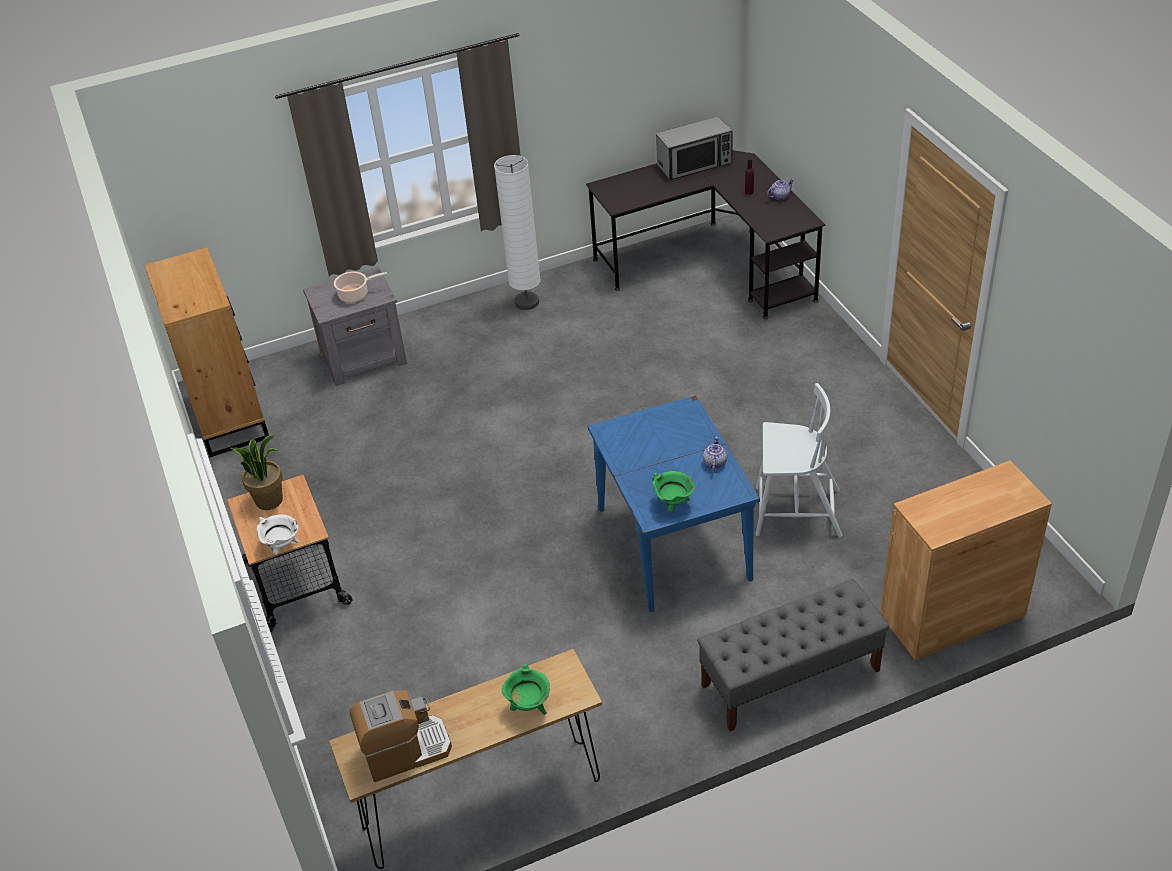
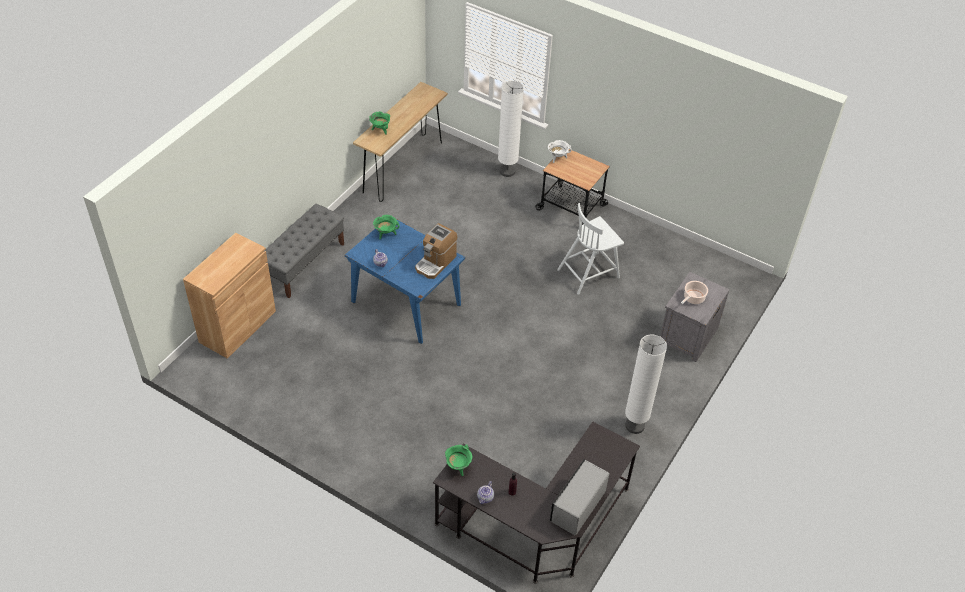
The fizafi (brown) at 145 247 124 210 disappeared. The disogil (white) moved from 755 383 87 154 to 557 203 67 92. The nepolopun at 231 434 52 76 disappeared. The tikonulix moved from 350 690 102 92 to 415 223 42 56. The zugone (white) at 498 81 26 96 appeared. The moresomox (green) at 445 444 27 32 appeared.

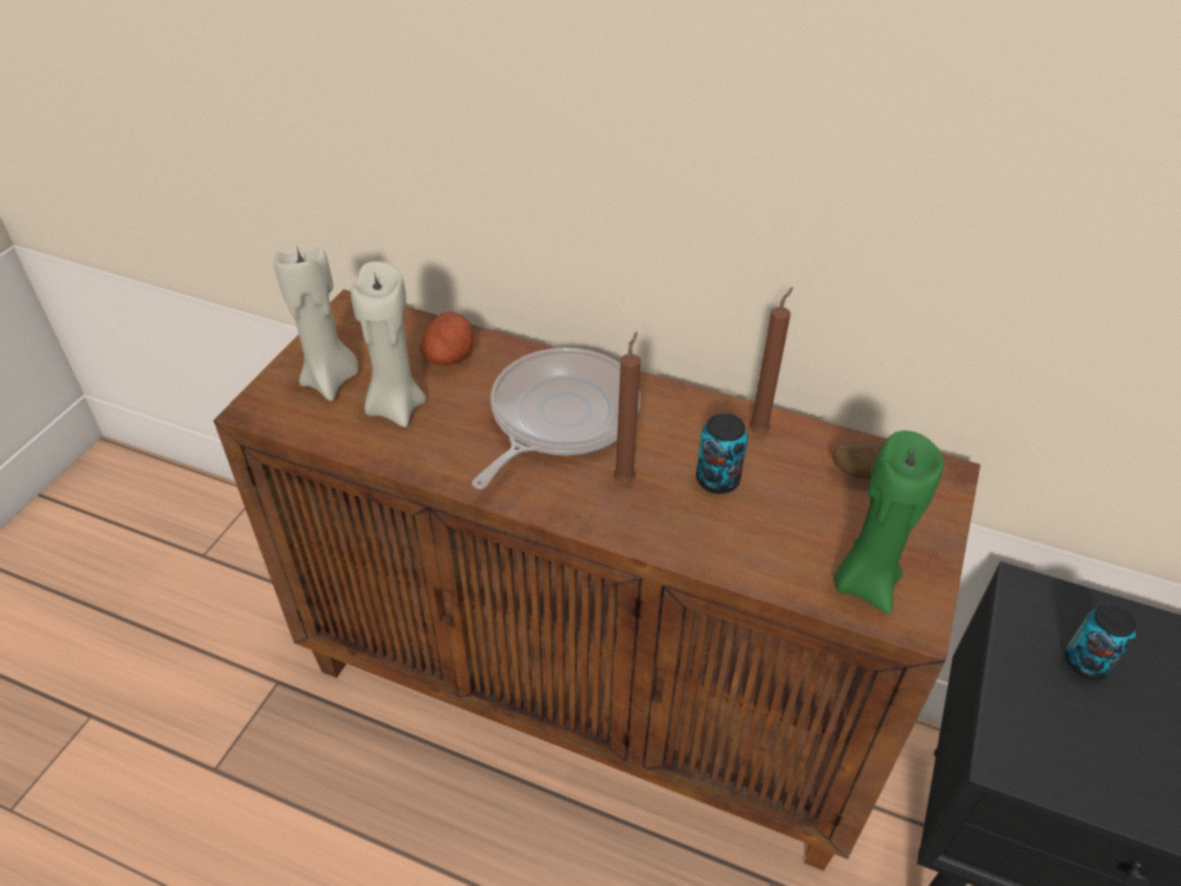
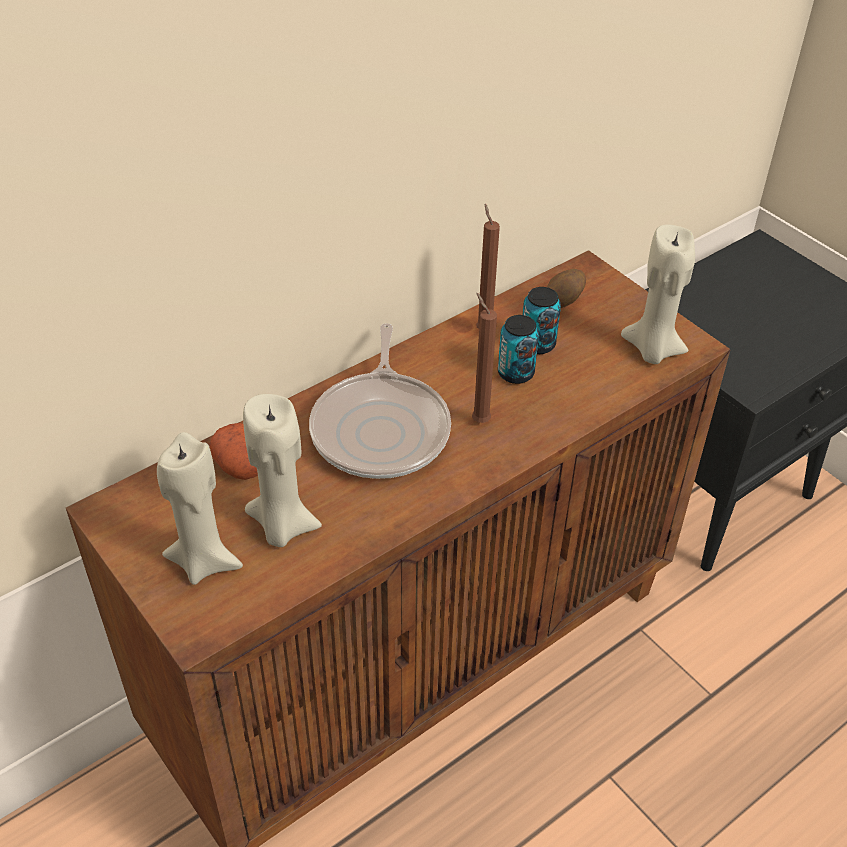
The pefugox at 472 348 168 141 turned 150 degrees counterclockwise. The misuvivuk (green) at 833 431 111 183 became the misuvivuk (beige) at 621 225 74 139. The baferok moved from 1065 604 71 76 to 523 287 38 67.

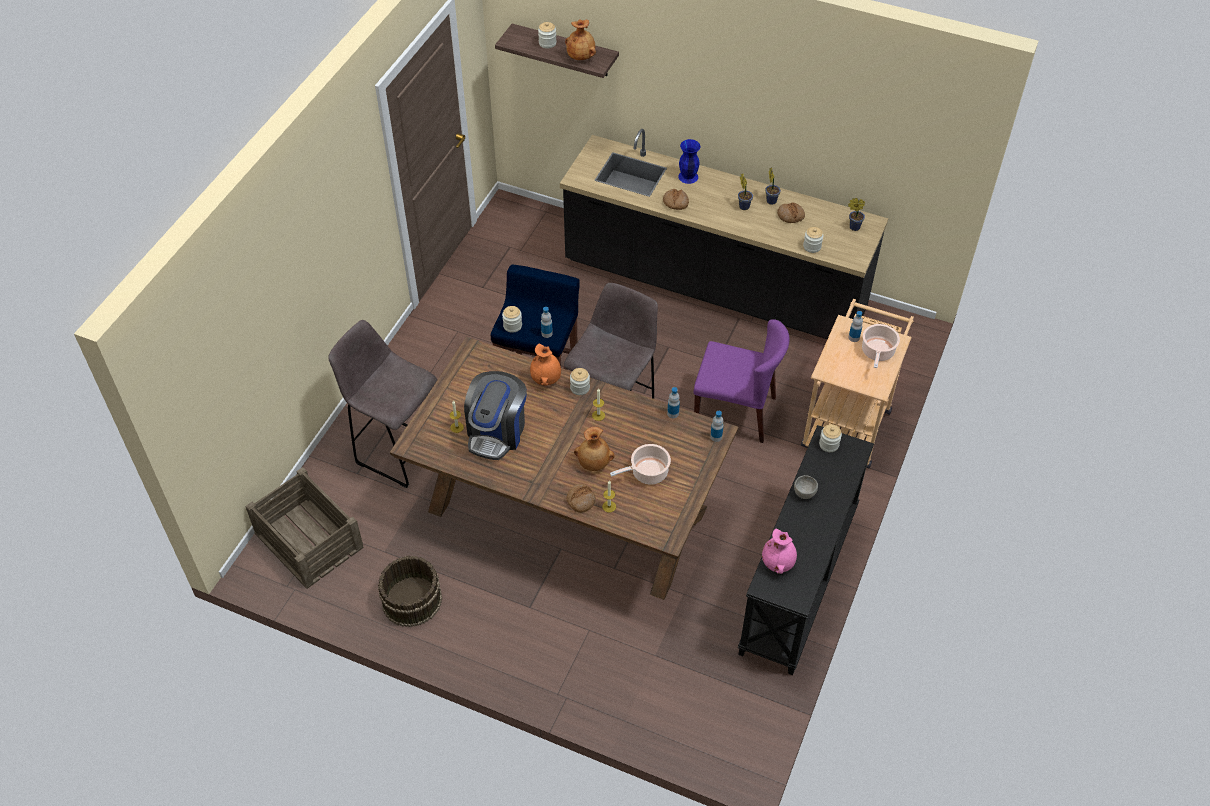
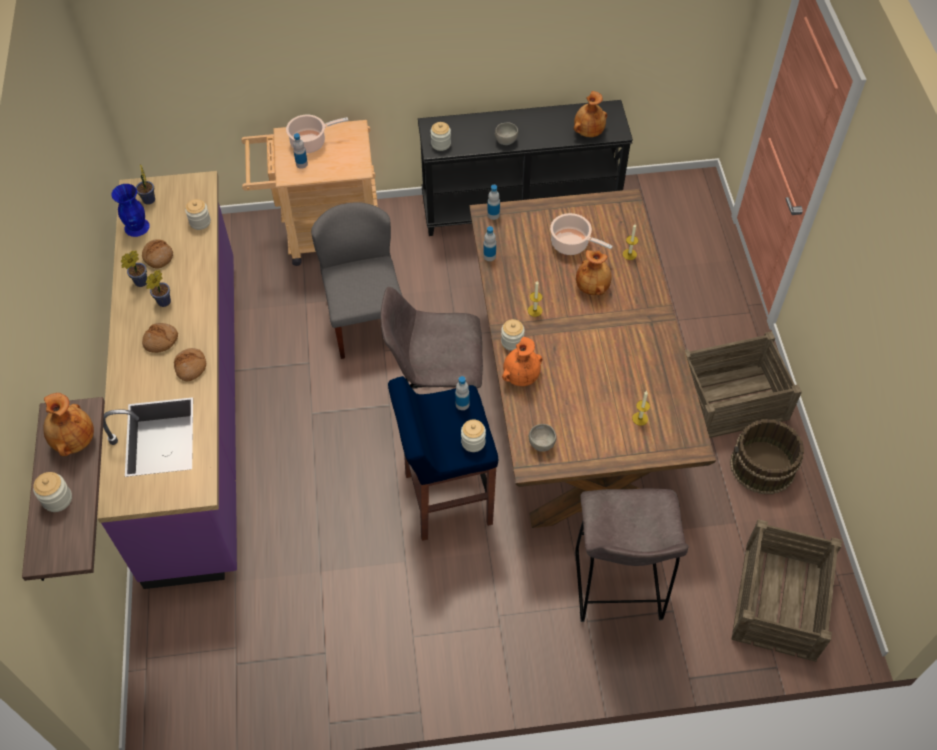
The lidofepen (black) at 560 129 329 210 became the lidofepen (purple) at 97 171 140 418. The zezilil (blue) moved from 678 139 22 45 to 111 184 39 53. The disogil (purple) at 693 319 96 124 became the disogil (grey) at 311 202 92 157. The tikonulix at 464 371 63 89 disappeared. The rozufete moved from 567 484 29 29 to 142 323 36 30. The zezilil (pink) at 762 529 35 45 became the zezilil (brown) at 574 91 33 46. The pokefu at 685 331 117 107 appeared. The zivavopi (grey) at 529 424 27 28 appeared.

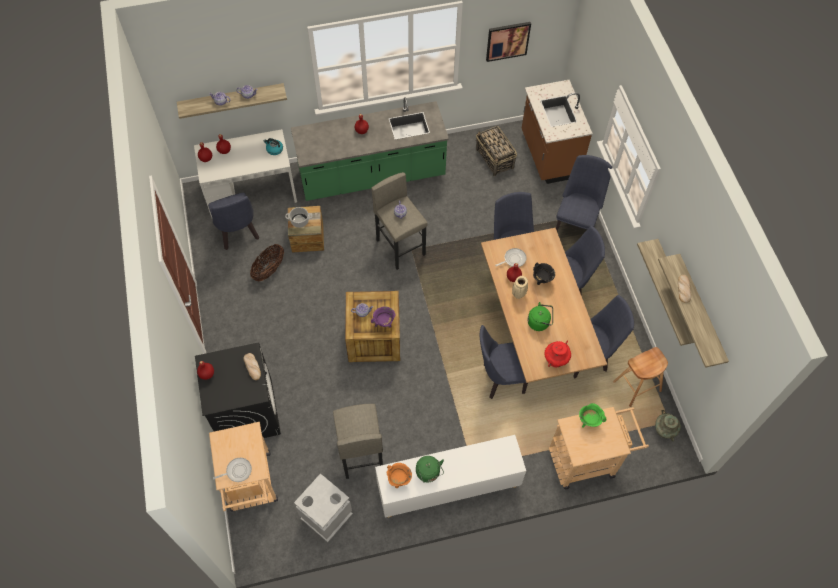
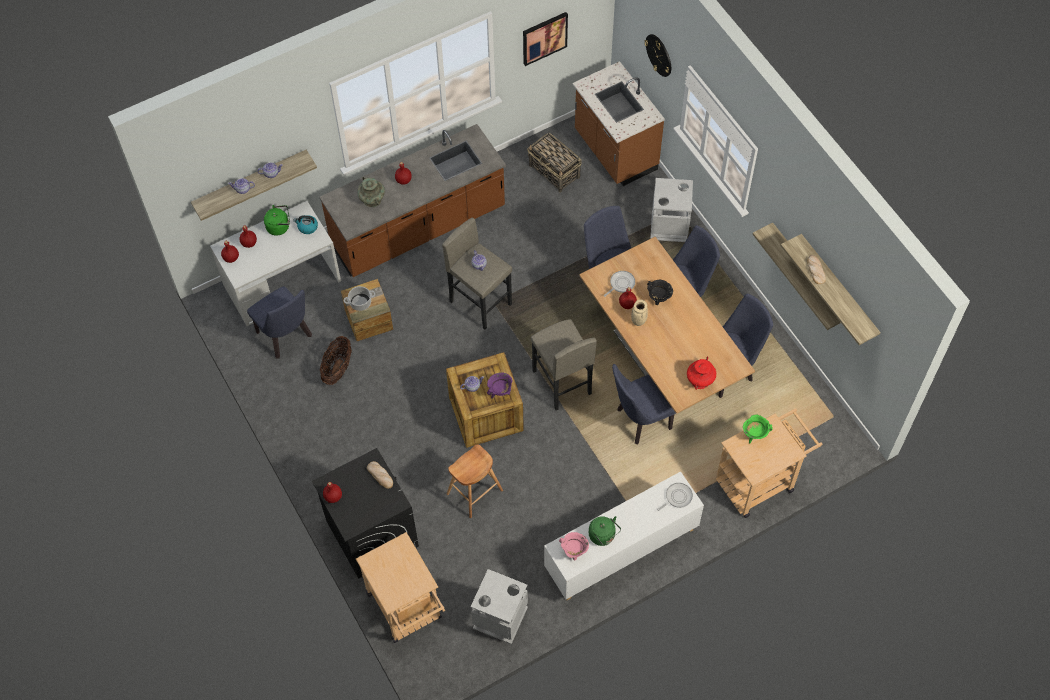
The lidofepen (green) at 291 97 158 104 became the lidofepen (brown) at 320 124 186 153. The disogil (blue) at 556 155 56 76 was replaced by the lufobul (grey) at 651 178 42 64. The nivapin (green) moved from 527 302 26 29 to 264 205 26 31. The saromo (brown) moved from 613 347 55 60 to 446 444 57 74. The saromo (grey) moved from 333 404 50 75 to 531 319 66 91. The zezilil (turquoise) moved from 655 410 26 31 to 357 177 28 30. The pefugox moved from 213 458 39 24 to 657 483 36 28. The moresomox (orange) at 387 463 25 25 became the moresomox (pink) at 559 532 30 28. The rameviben at 644 34 27 43 appeared.

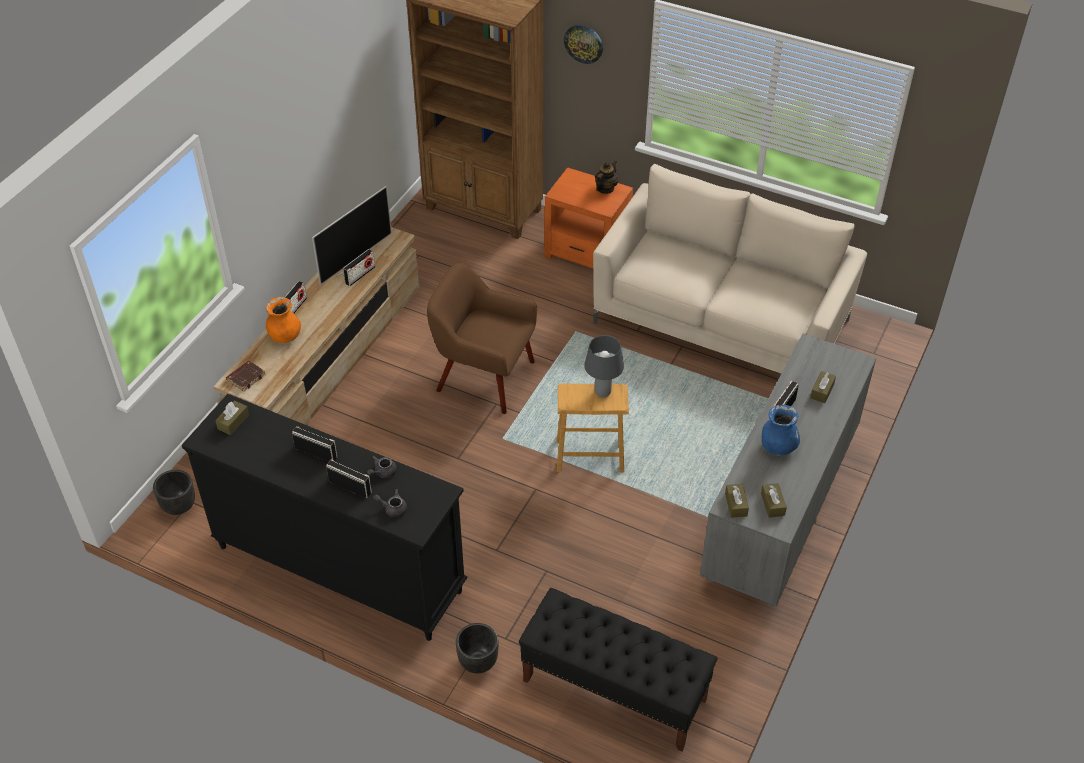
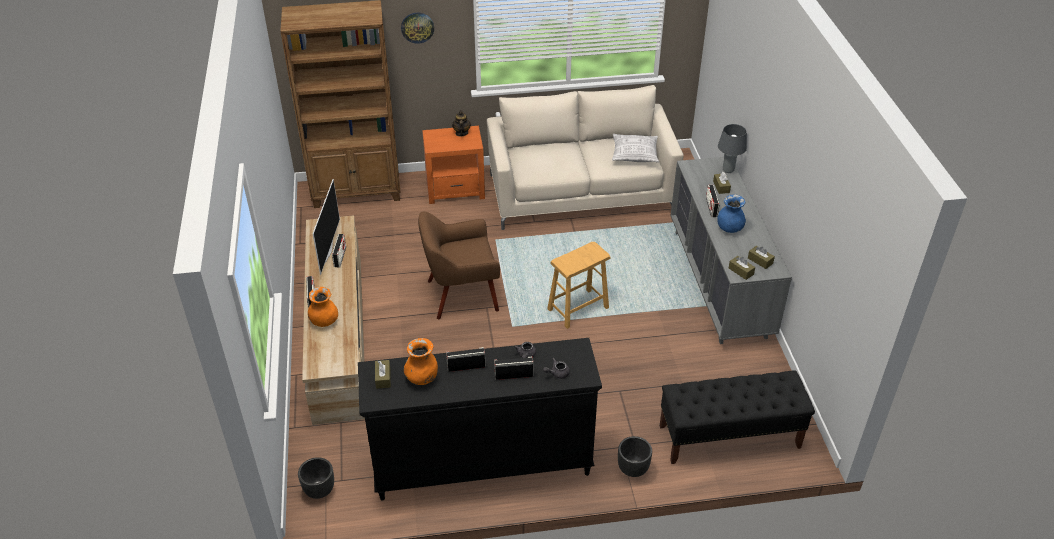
The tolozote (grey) moved from 584 335 40 63 to 718 124 29 49. The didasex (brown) at 226 361 40 31 disappeared. The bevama at 612 134 47 29 appeared. The zezilil (orange) at 404 338 34 47 appeared.

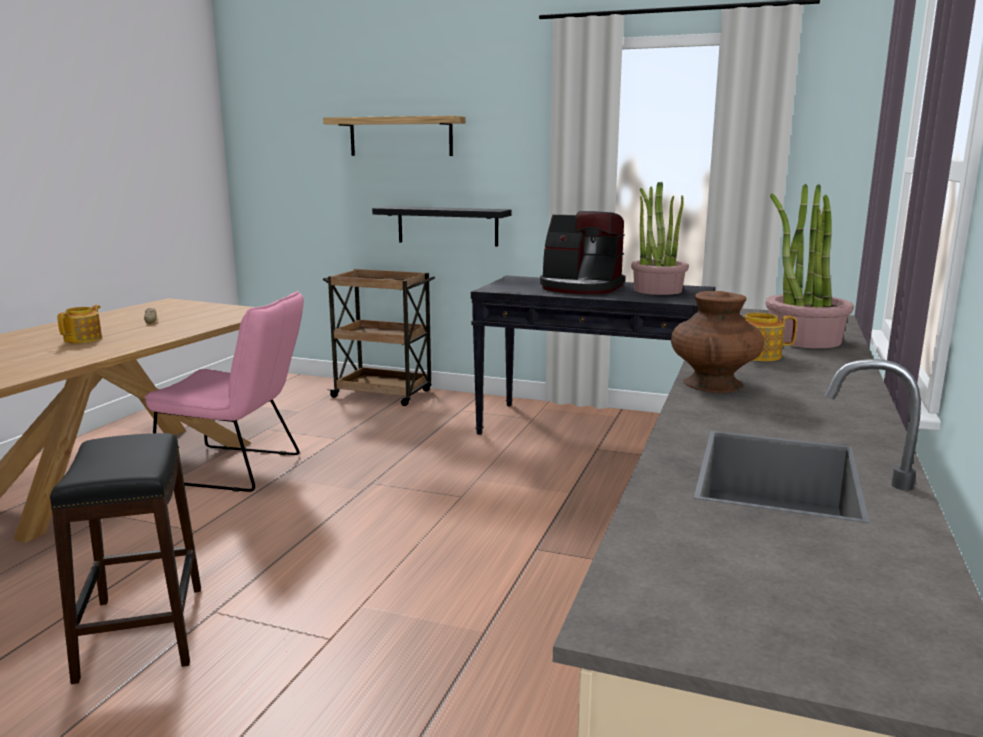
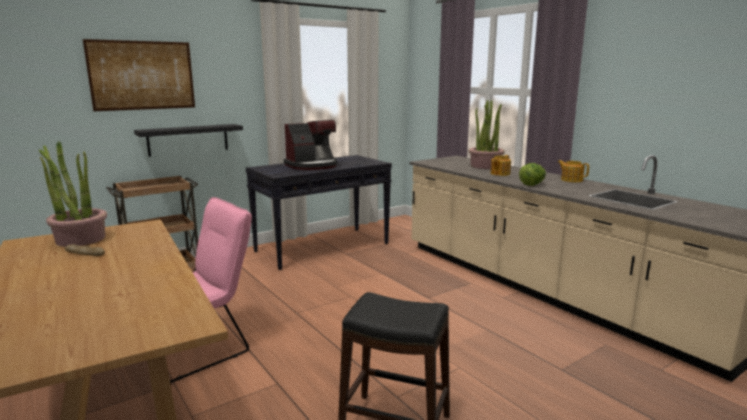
The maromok at 323 116 142 40 was replaced by the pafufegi at 83 39 112 72. The nepolopun moved from 631 181 58 114 to 39 141 68 106. The zezilil (brown) at 671 291 93 102 was replaced by the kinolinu at 519 163 27 23. The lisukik moved from 57 305 45 38 to 558 160 31 22.

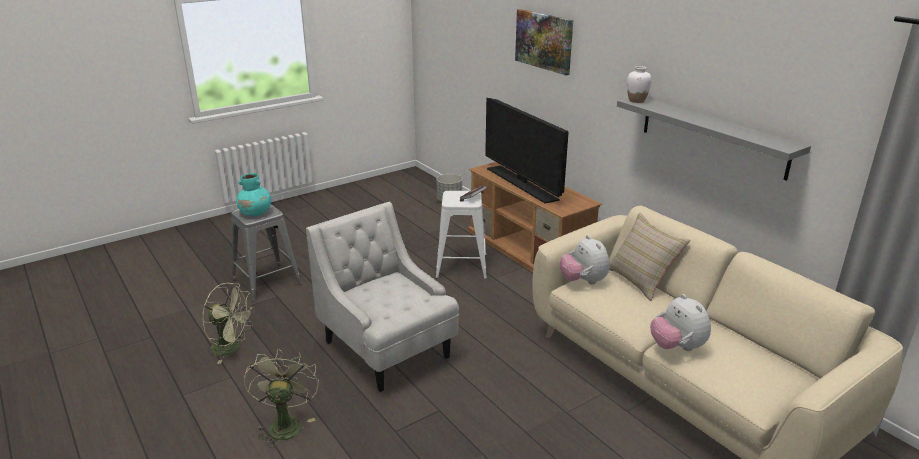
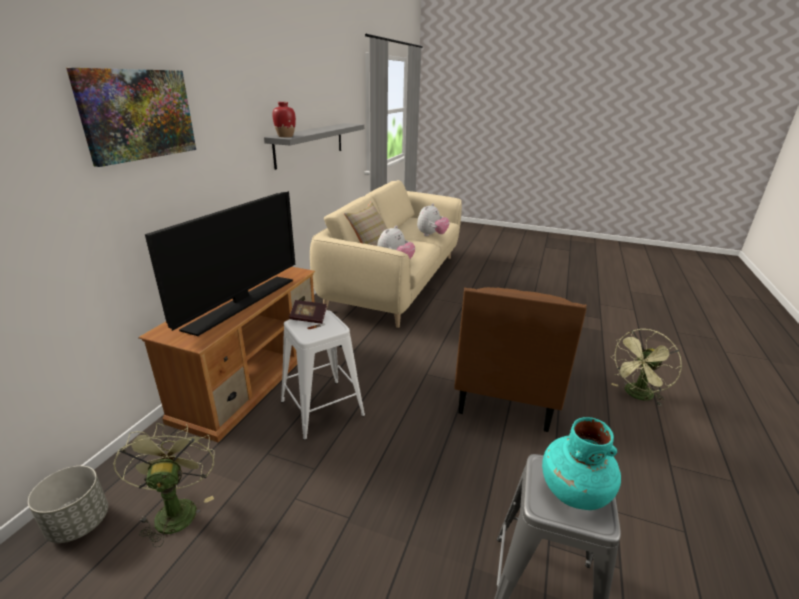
The zezilil (white) at 627 66 24 37 became the zezilil (red) at 272 102 24 35. The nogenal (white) at 306 202 153 190 became the nogenal (brown) at 454 287 133 145. The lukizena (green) moved from 203 283 51 81 to 113 423 102 124.

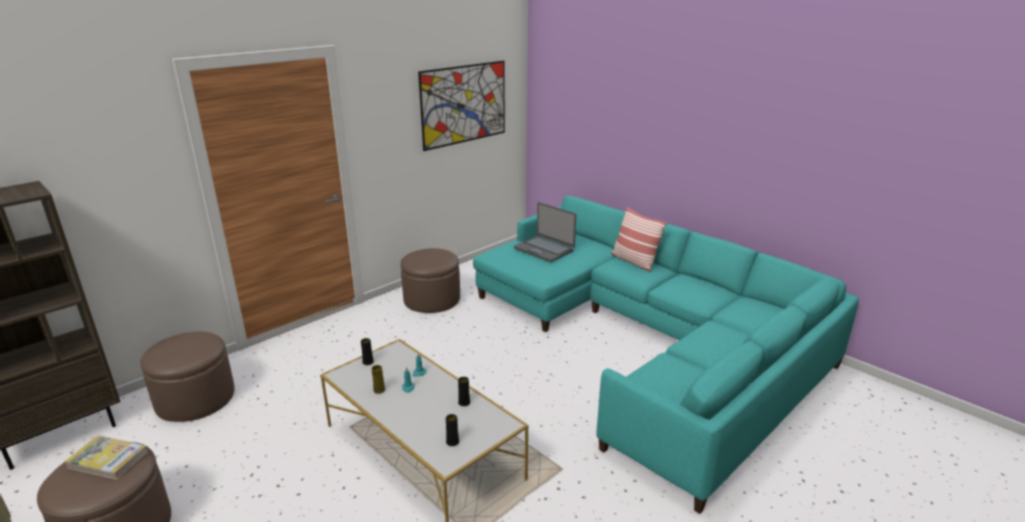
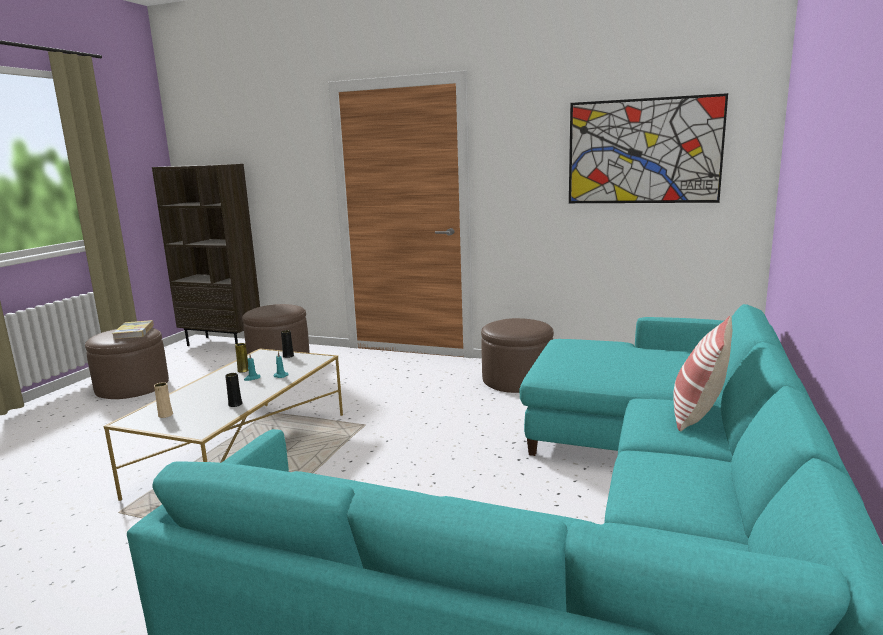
The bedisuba at 514 202 62 60 disappeared. The zezilil (black) at 446 414 13 32 became the zezilil (beige) at 154 382 19 36.

